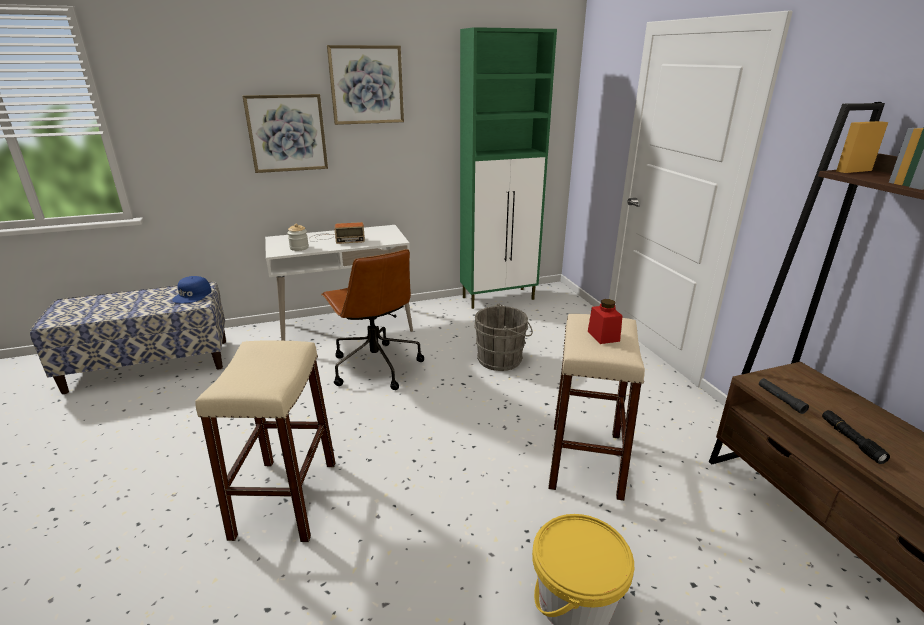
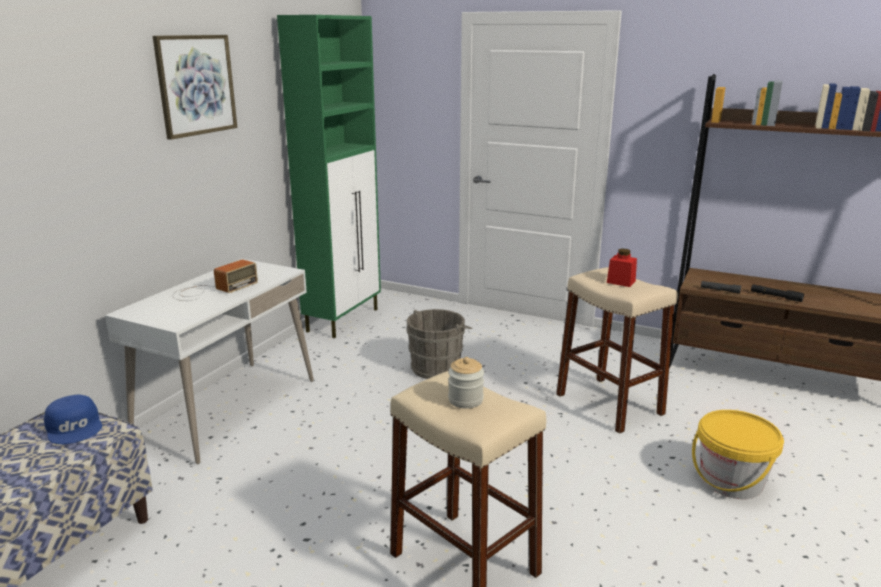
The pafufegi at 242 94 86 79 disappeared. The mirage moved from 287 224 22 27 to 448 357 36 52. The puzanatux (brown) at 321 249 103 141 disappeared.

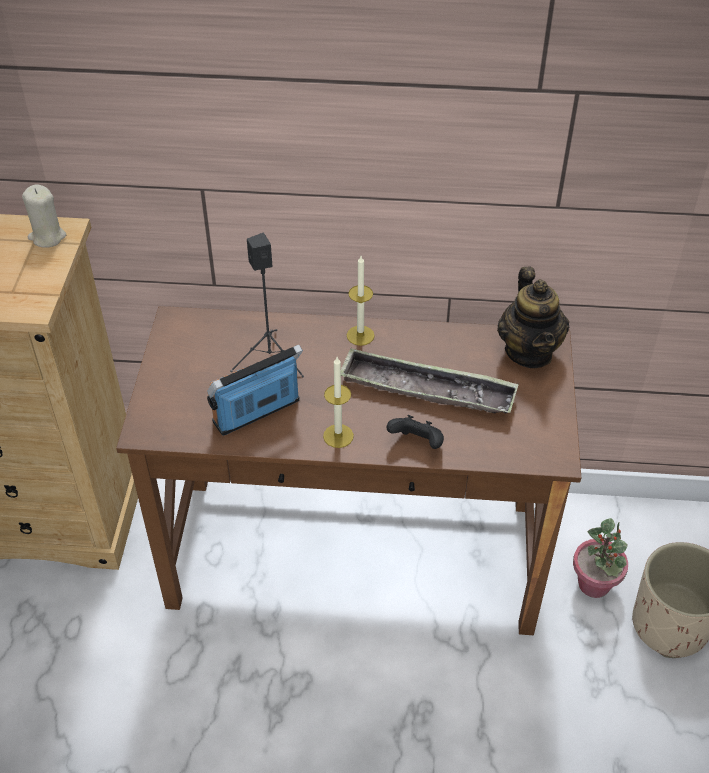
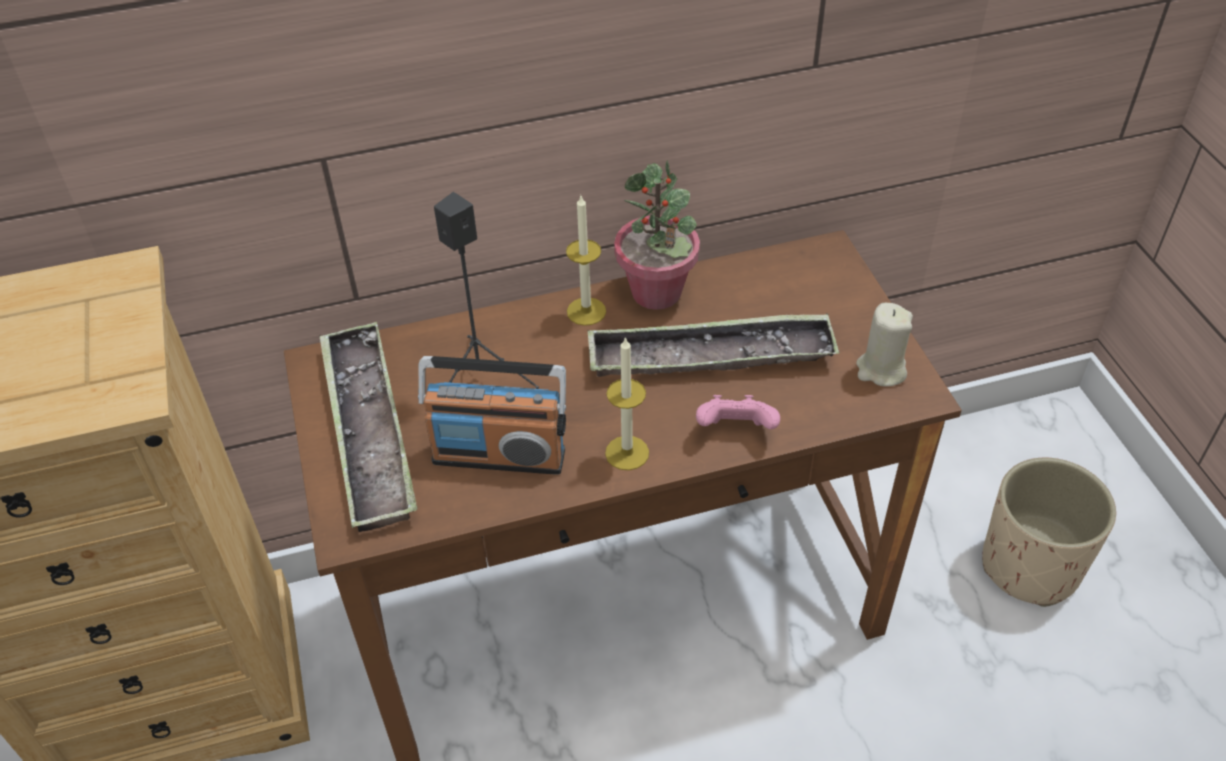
The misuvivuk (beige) moved from 22 184 44 64 to 856 303 57 84. The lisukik at 497 267 72 101 disappeared. The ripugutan at 207 344 96 92 turned 120 degrees counterclockwise. The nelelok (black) at 387 415 57 34 became the nelelok (pink) at 696 395 84 35. The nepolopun moved from 573 518 55 80 to 614 160 86 150. The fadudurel at 319 322 99 210 appeared.

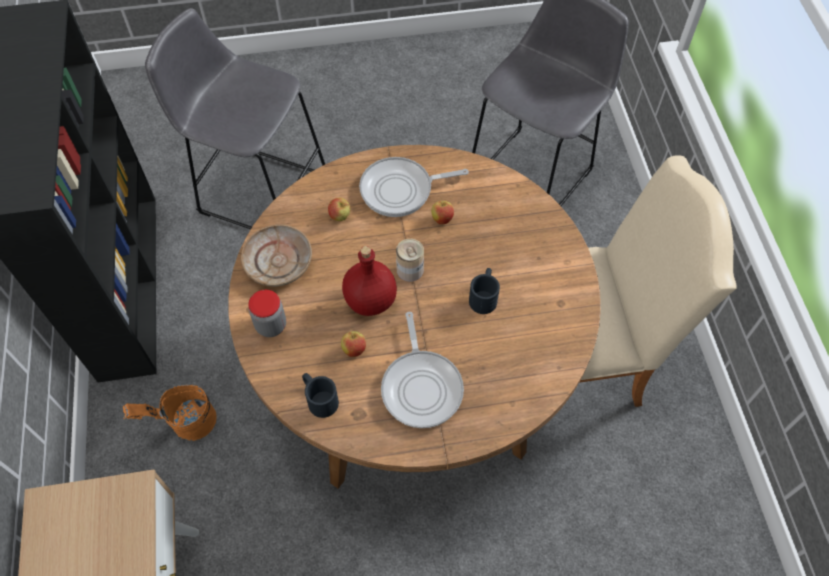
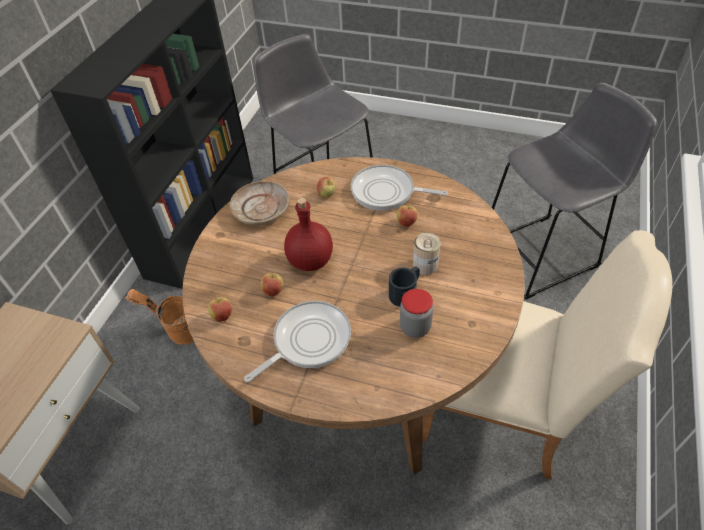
The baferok moved from 396 239 28 43 to 413 233 28 42. The mirage moved from 248 290 38 47 to 400 289 33 49. The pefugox at 381 312 83 116 turned 150 degrees counterclockwise. The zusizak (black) at 302 373 37 45 was replaced by the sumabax at 208 297 24 25.

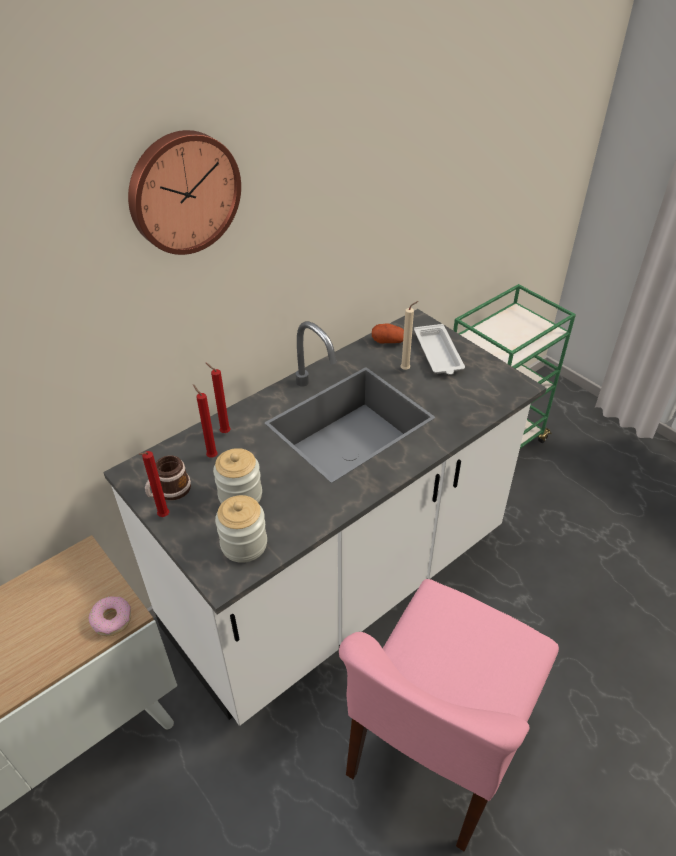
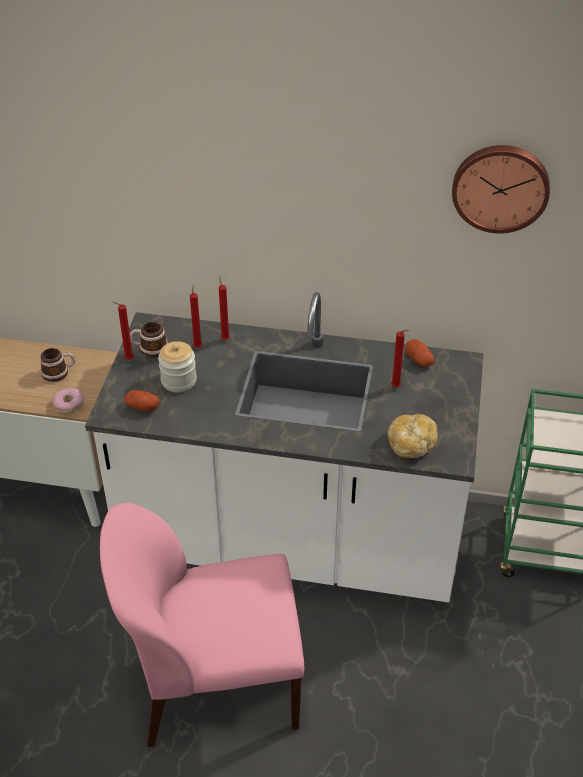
The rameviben moved from 128 130 113 125 to 452 145 98 89. The misuvivuk (beige) at 401 301 17 69 became the misuvivuk (red) at 391 330 18 57. The fadudurel (white) at 414 324 51 51 disappeared. The mirage at 215 495 52 68 was replaced by the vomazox at 124 390 36 21. The zusizak at 40 348 35 34 appeared. The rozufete at 387 414 51 44 appeared.

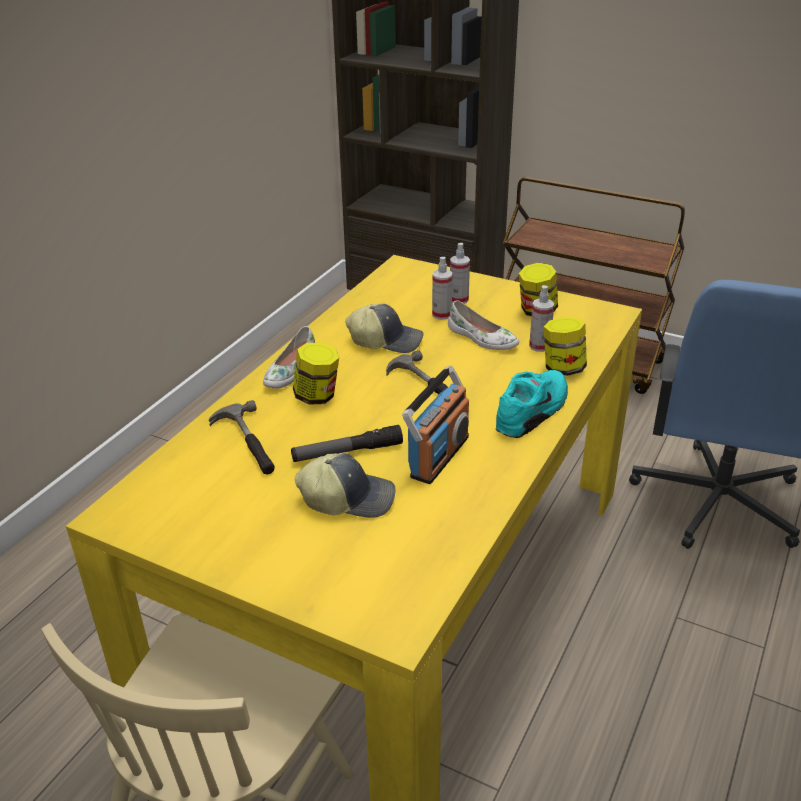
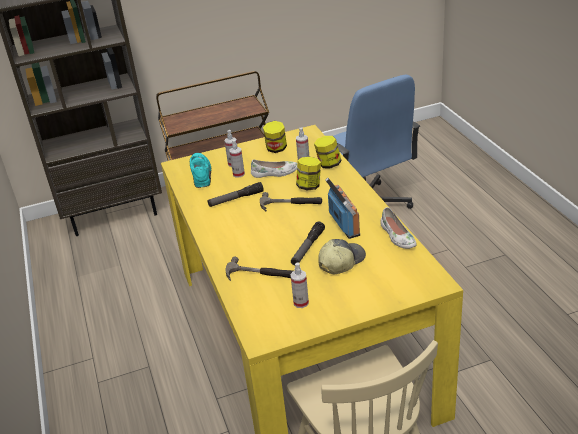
The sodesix at 345 303 79 50 was replaced by the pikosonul at 207 182 57 25. The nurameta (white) moved from 263 326 53 63 to 380 207 36 42. The mirage moved from 293 343 46 62 to 296 157 25 33. The nurameta (turquoise) moved from 496 370 72 68 to 190 153 21 35. The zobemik at 290 263 19 45 appeared.

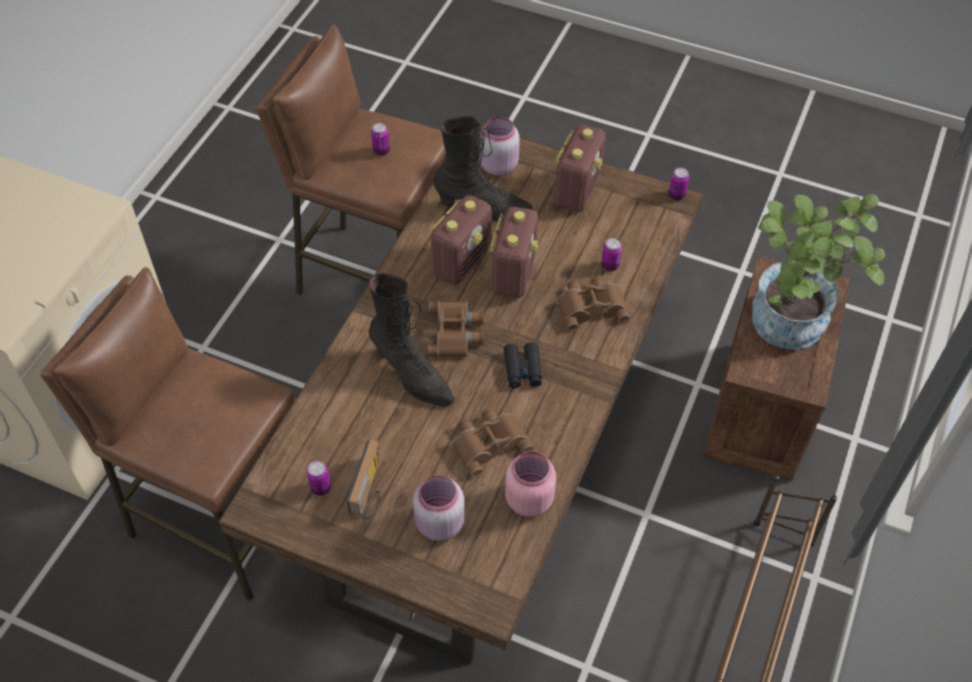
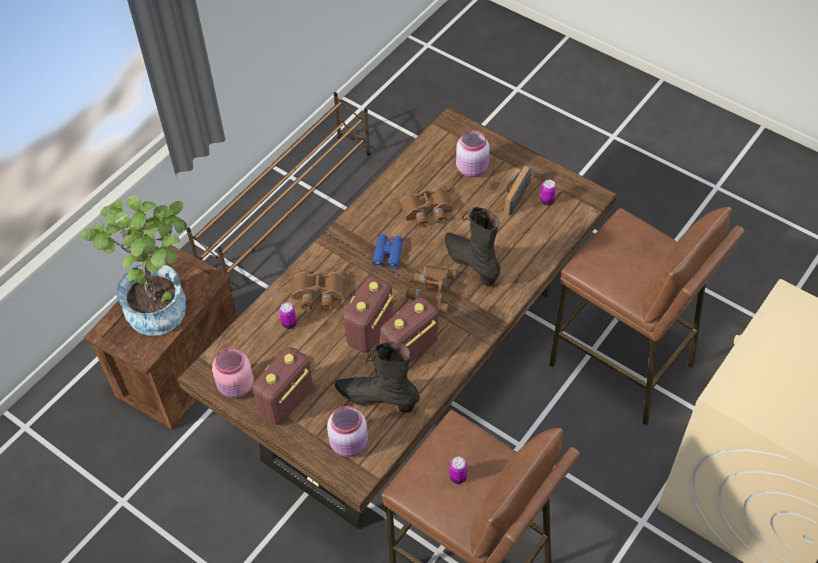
The baferok at 669 168 20 32 disappeared. The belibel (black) at 504 342 38 46 became the belibel (blue) at 372 234 31 35. The mirage (pink) moved from 505 452 51 65 to 212 348 41 50.

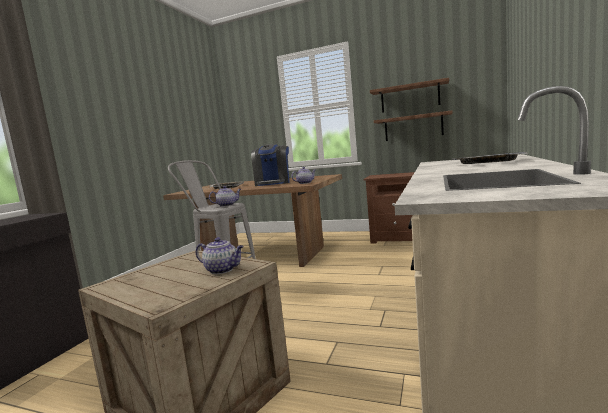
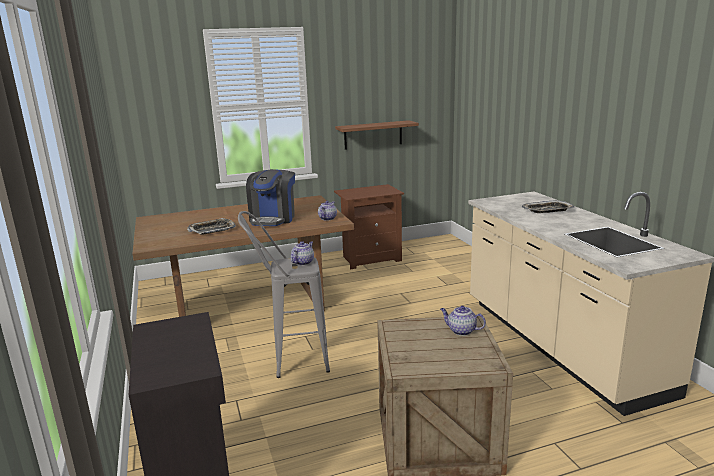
The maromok at 370 78 79 35 disappeared. The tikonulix at 251 144 39 42 turned 45 degrees clockwise. The lisukik at 196 237 48 37 turned 135 degrees counterclockwise.

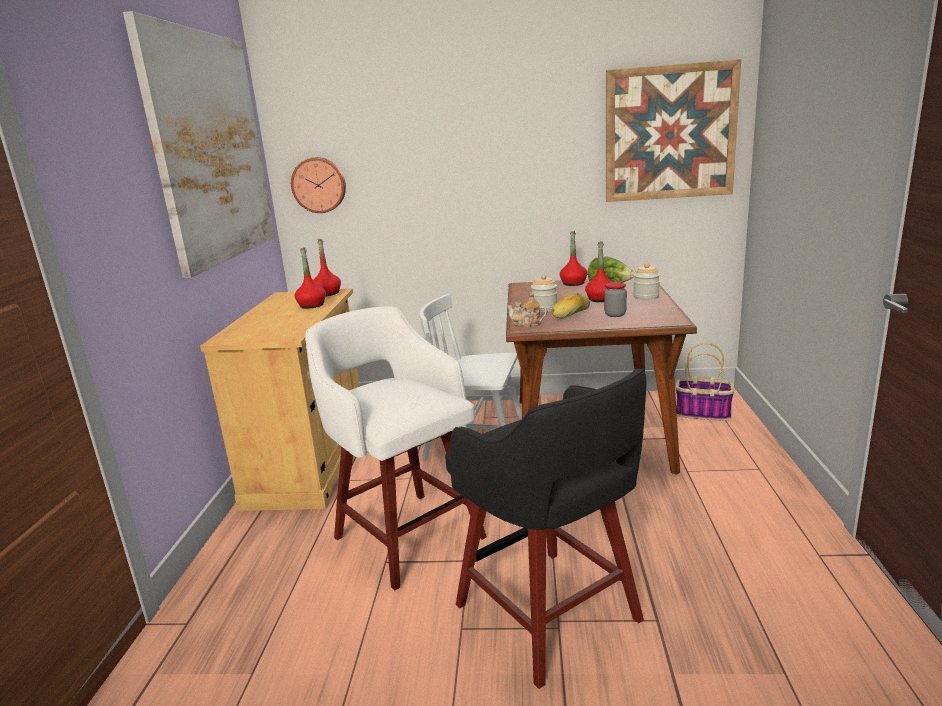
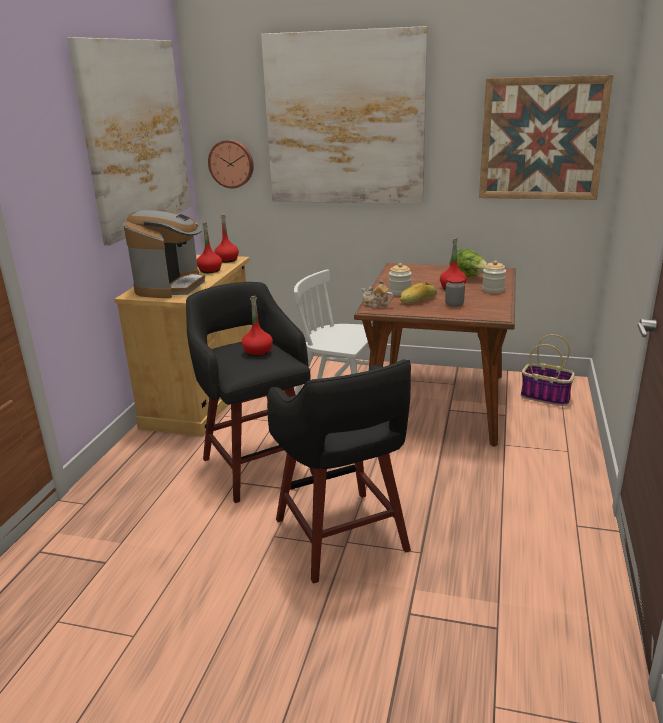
The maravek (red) moved from 560 231 28 55 to 241 296 32 61. The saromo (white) at 305 306 182 284 became the saromo (black) at 186 282 128 221. The pafufegi at 261 26 167 178 appeared. The tikonulix at 124 210 81 88 appeared.

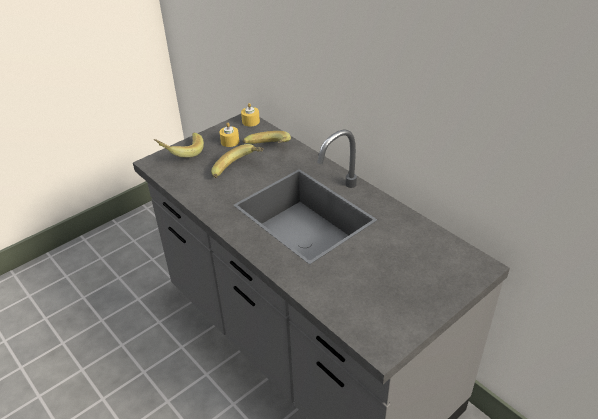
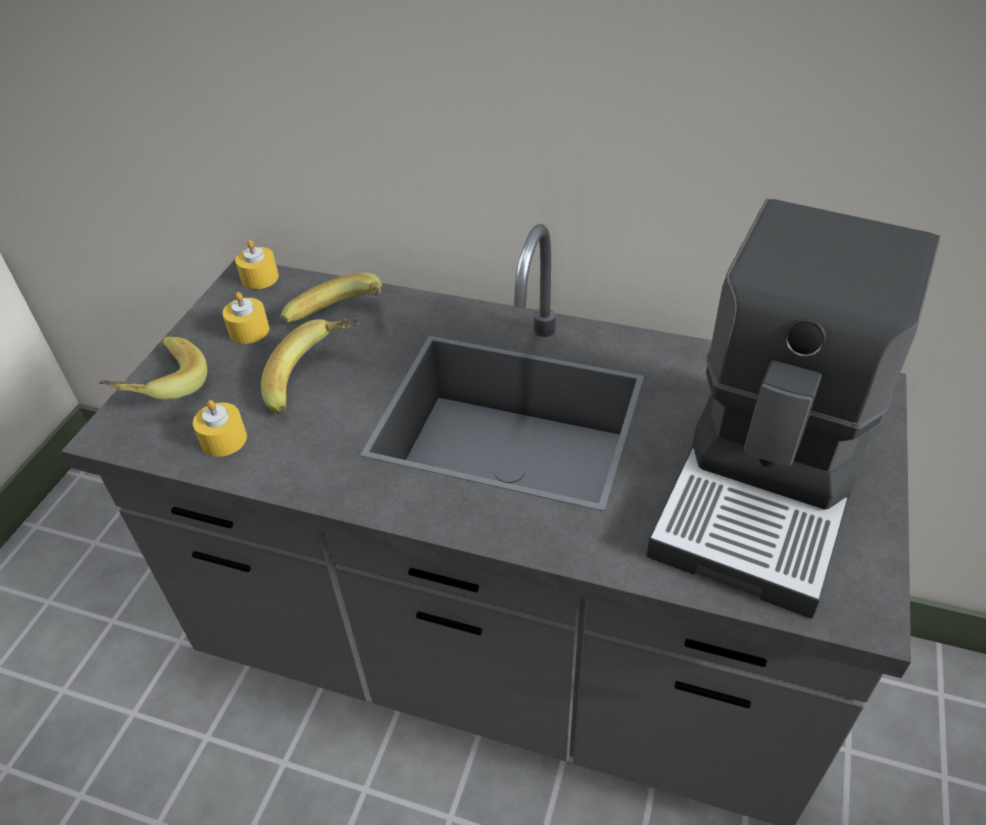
The tikonulix at 646 198 294 421 appeared. The misuvivuk (yellow) at 193 400 54 57 appeared.

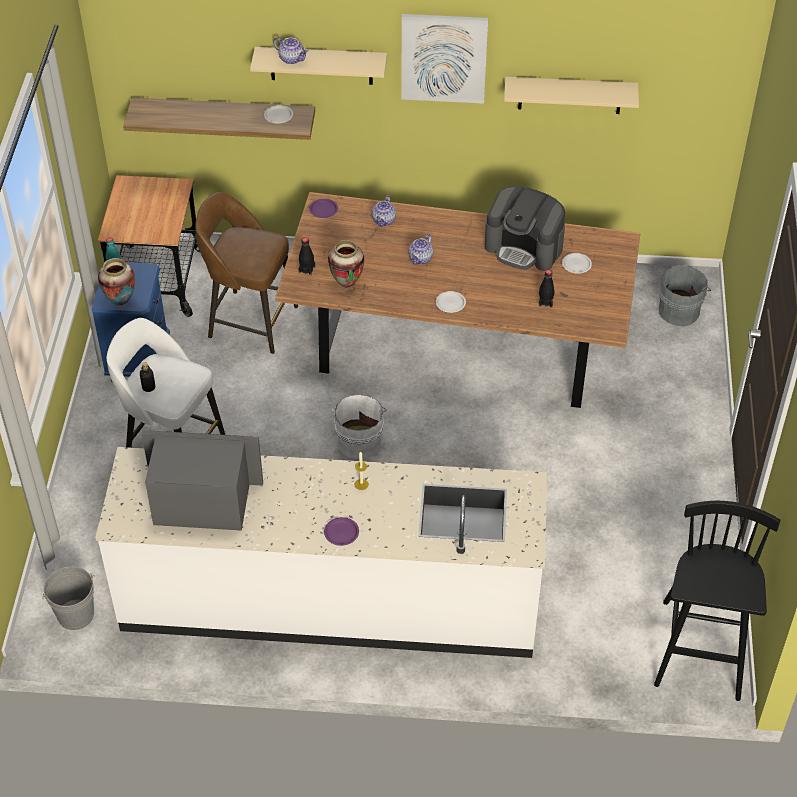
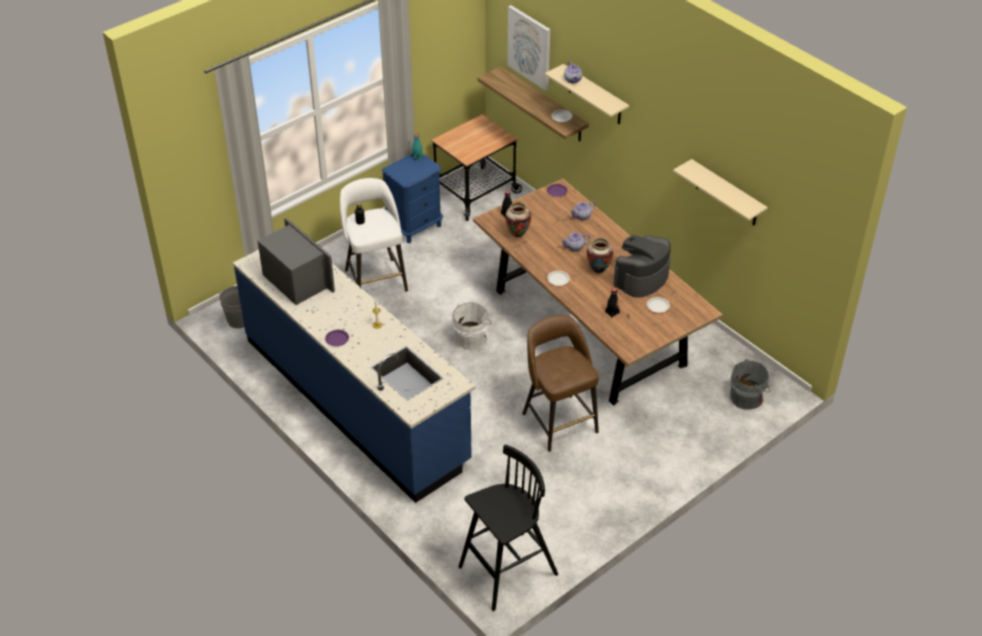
The pafufegi moved from 401 14 87 90 to 507 5 43 85. The tikonulix at 484 187 81 84 turned 60 degrees clockwise. The saromo (brown) moved from 195 192 103 162 to 522 315 77 137. The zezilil moved from 98 258 37 48 to 587 237 27 37. The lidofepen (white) at 95 447 452 211 became the lidofepen (blue) at 233 250 242 253.

